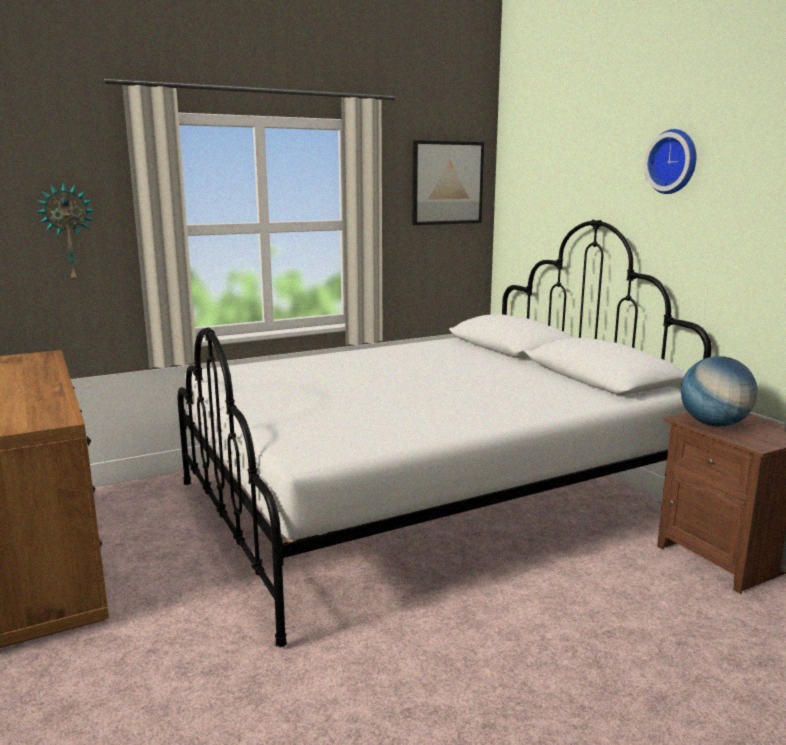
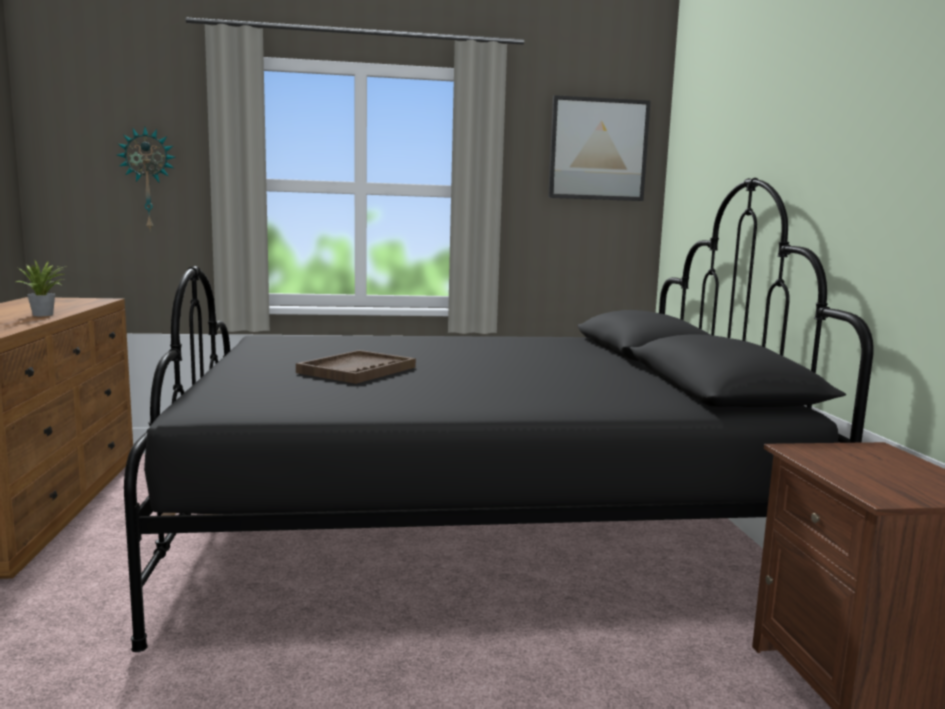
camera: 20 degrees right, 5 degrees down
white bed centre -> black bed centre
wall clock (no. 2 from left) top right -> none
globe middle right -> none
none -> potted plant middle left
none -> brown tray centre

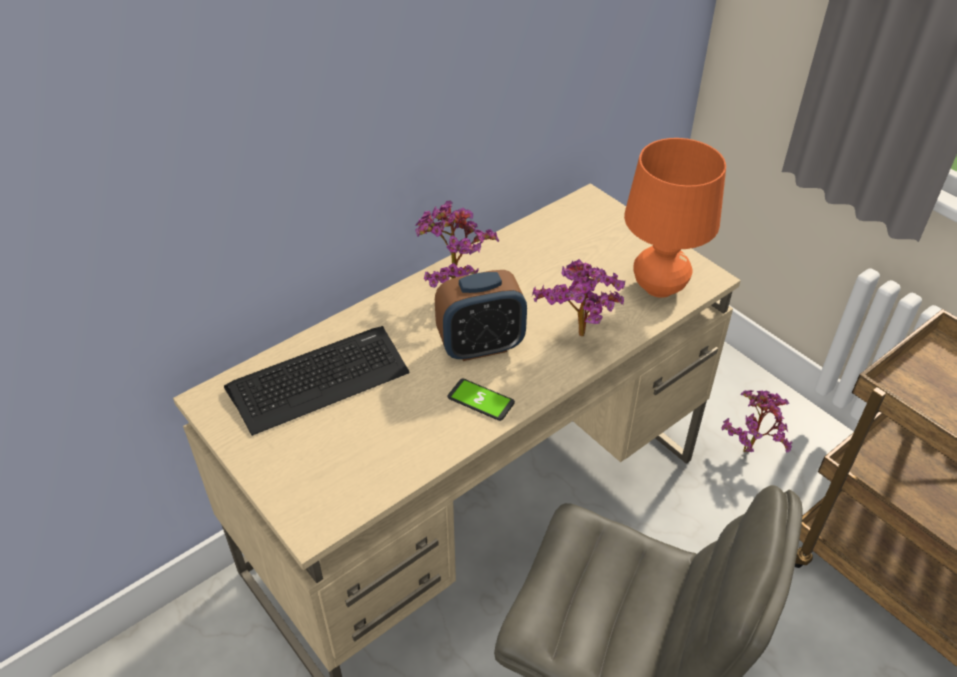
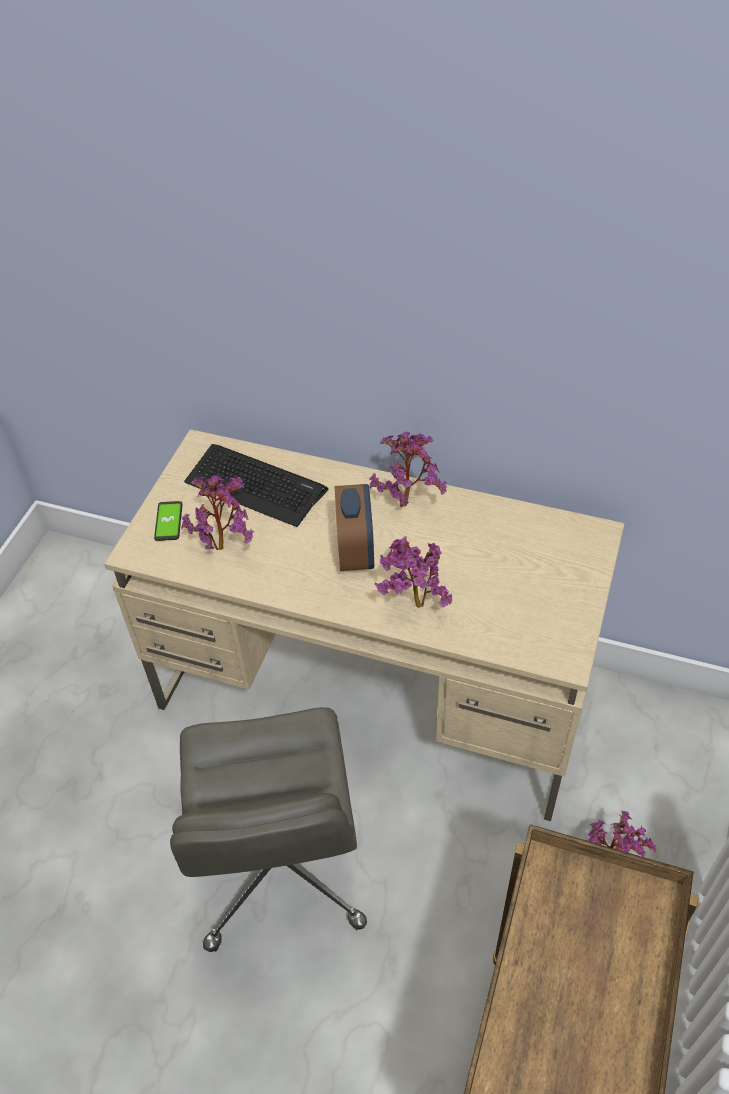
camera: 60 degrees right, 5 degrees up
alarm clock centre, 135 degrees counterclockwise
phone centre -> phone middle left, shifted
orange table lamp top right -> none
none -> potted plant (no. 1 from left) middle left

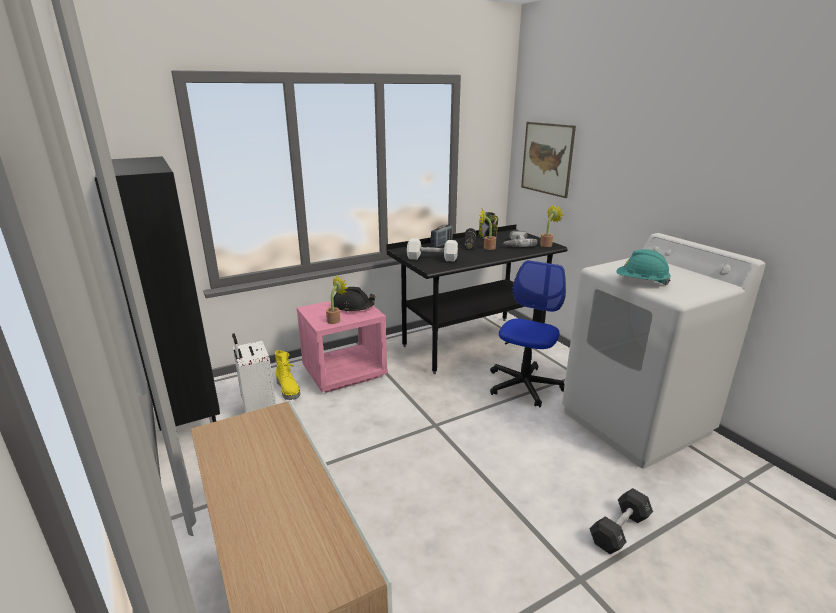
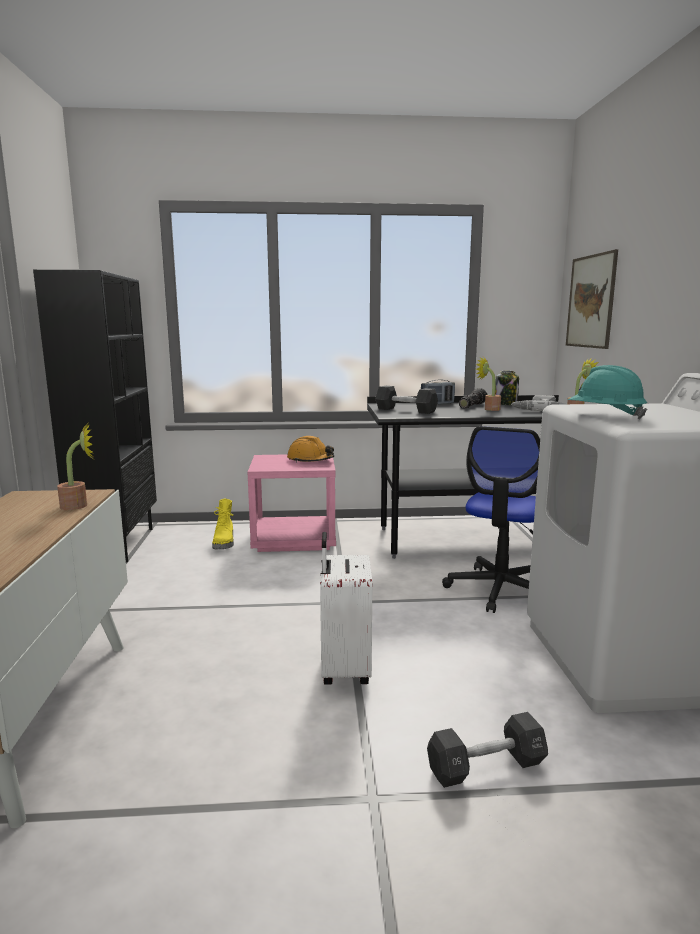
camera: 25 degrees right, 10 degrees down
white suitcase middle left -> white suitcase centre, shifted
potted plant (no. 1 from left) centre -> potted plant (no. 1 from left) middle left, shifted
black hard hat centre -> orange hard hat centre
white dumbbell centre -> black dumbbell (no. 1 from left) centre
office chair centre -> office chair middle right, 150 degrees clockwise

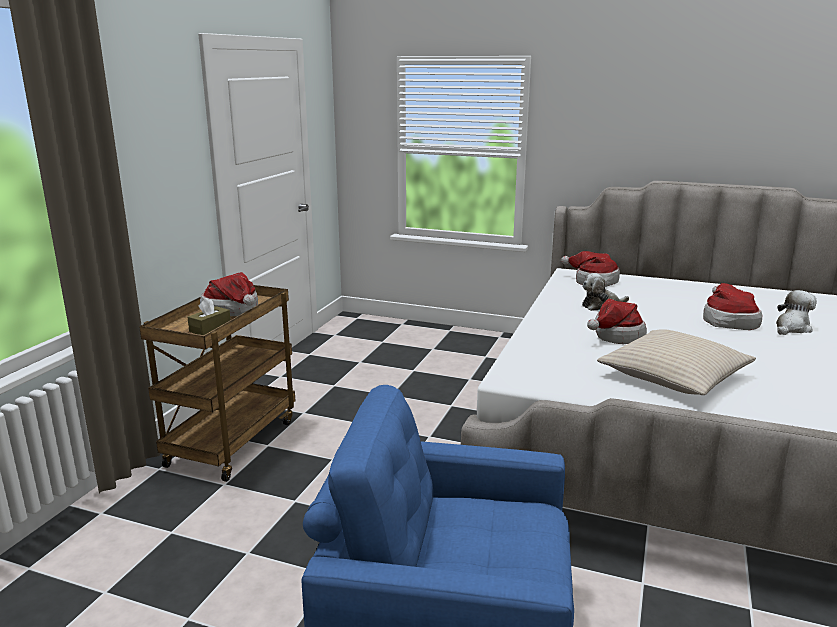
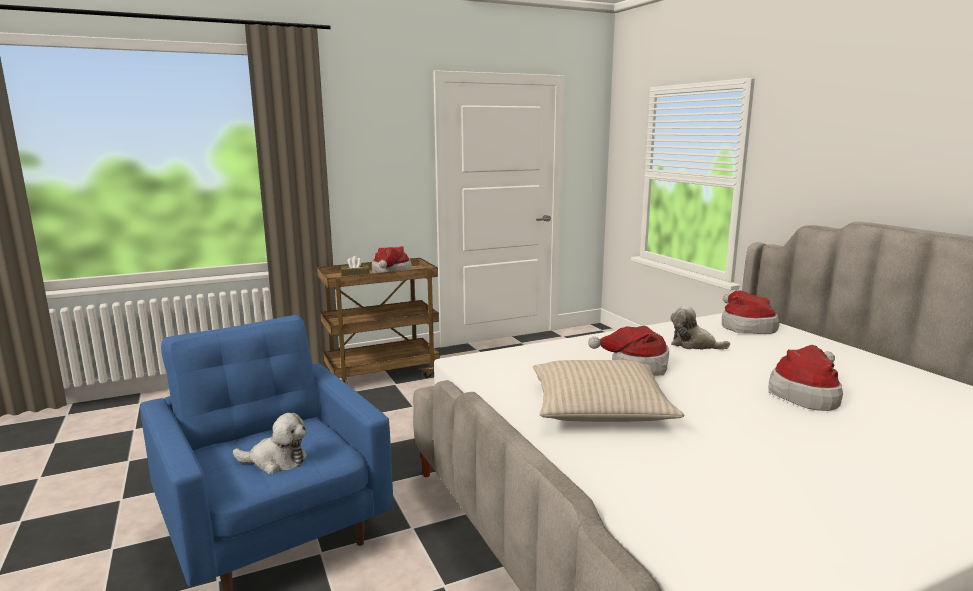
camera: 45 degrees right, 5 degrees down
plush toy (no. 2 from left in the first image) middle right -> plush toy (no. 1 from left) bottom left, shifted

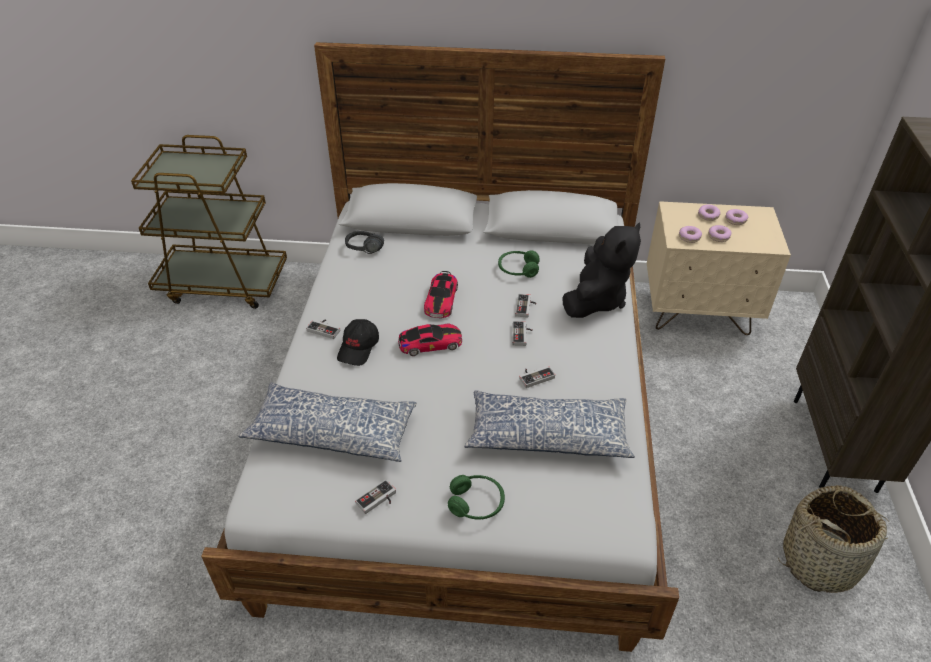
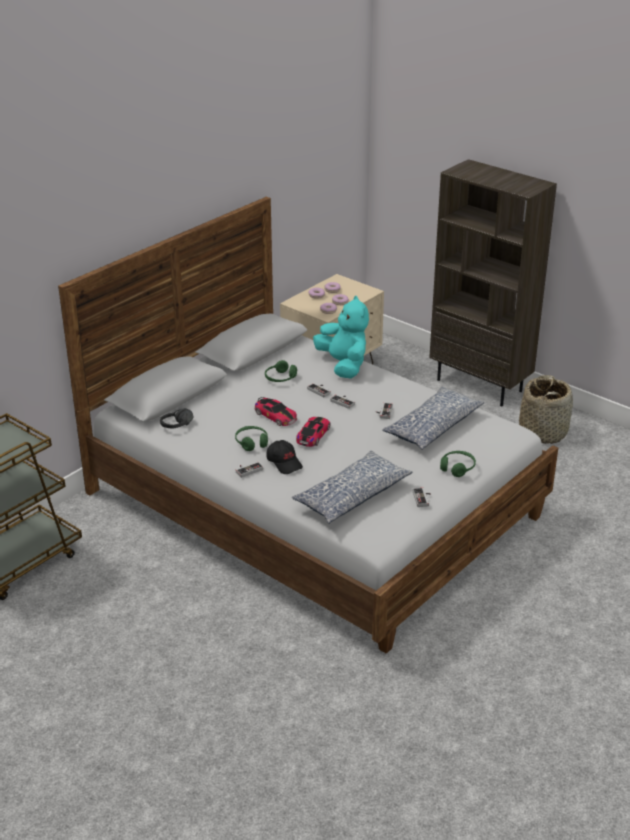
camera: 55 degrees left, 10 degrees down
black plush toy centre -> turquoise plush toy centre
none -> green headphones (no. 1 from left) centre

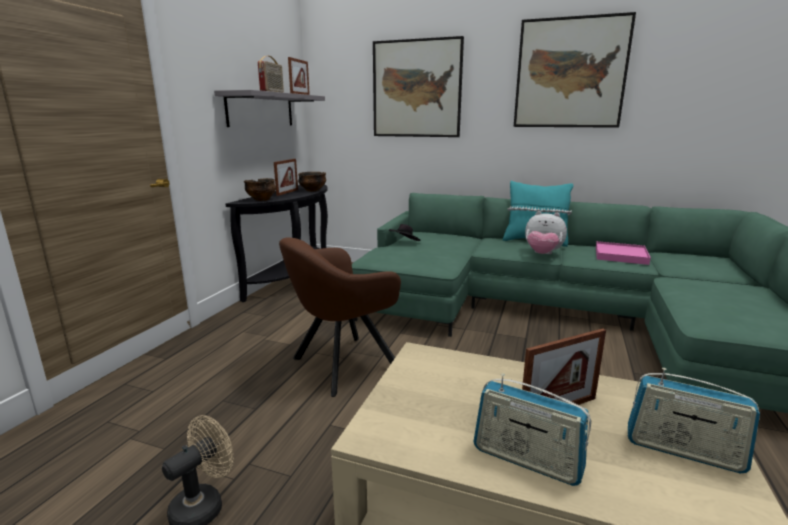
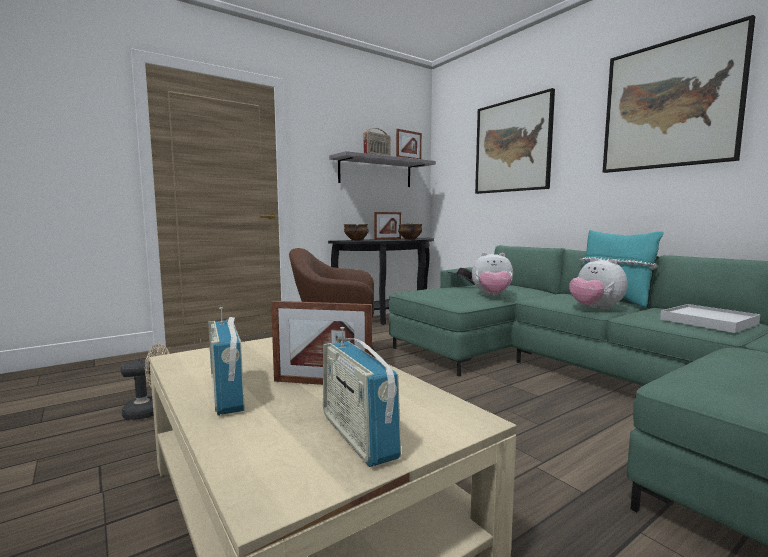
camera: 35 degrees right, 10 degrees down
pink tray middle right -> white tray middle right
none -> plush toy (no. 1 from left) centre

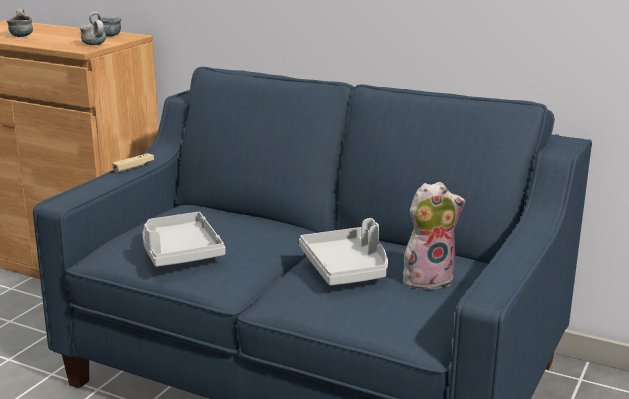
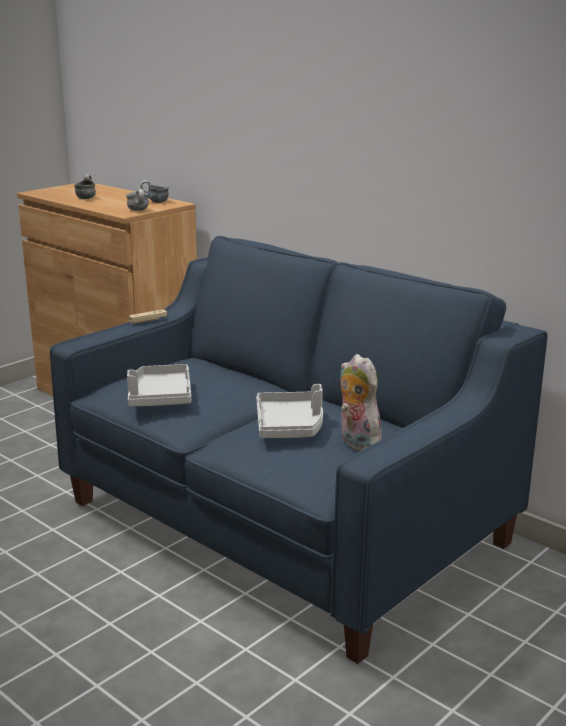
camera: 15 degrees right, 0 degrees up
plush toy middle right -> plush toy centre, 120 degrees counterclockwise

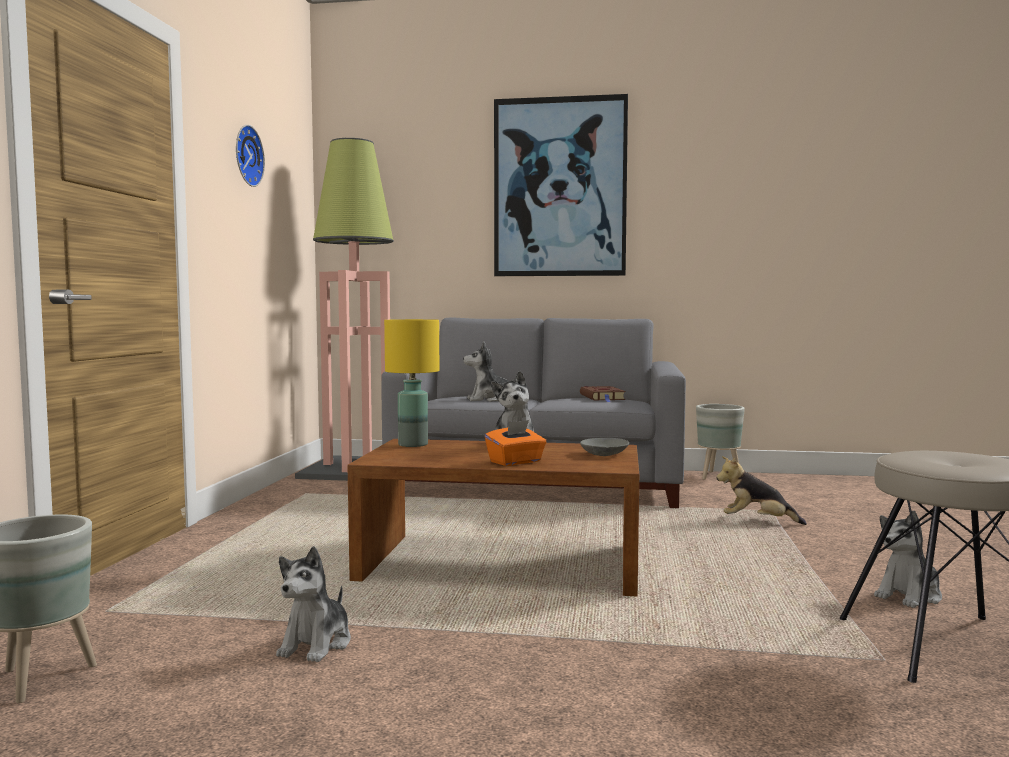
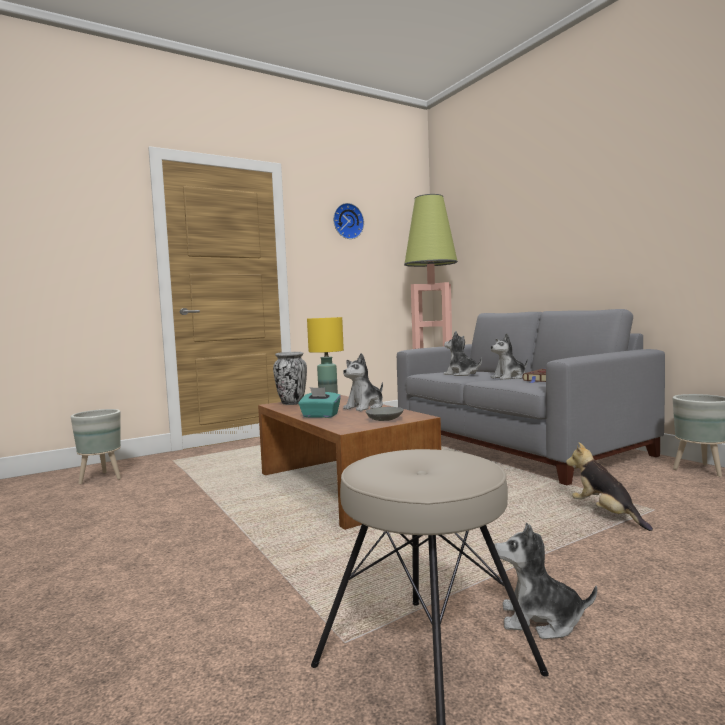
camera: 50 degrees right, 0 degrees up
plush toy (no. 1 from left in the first image) bottom left -> plush toy (no. 3 from left) middle right, shifted
orange tissue box centre -> turquoise tissue box centre
picture top centre -> none
none -> vase centre

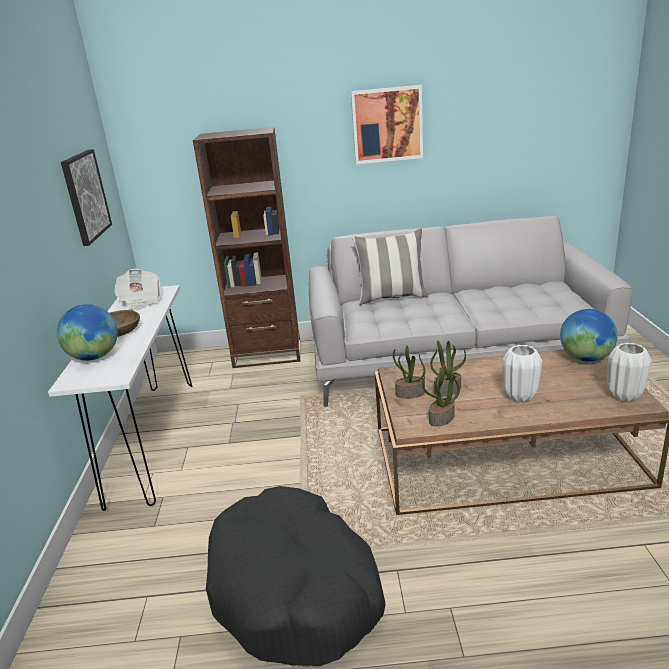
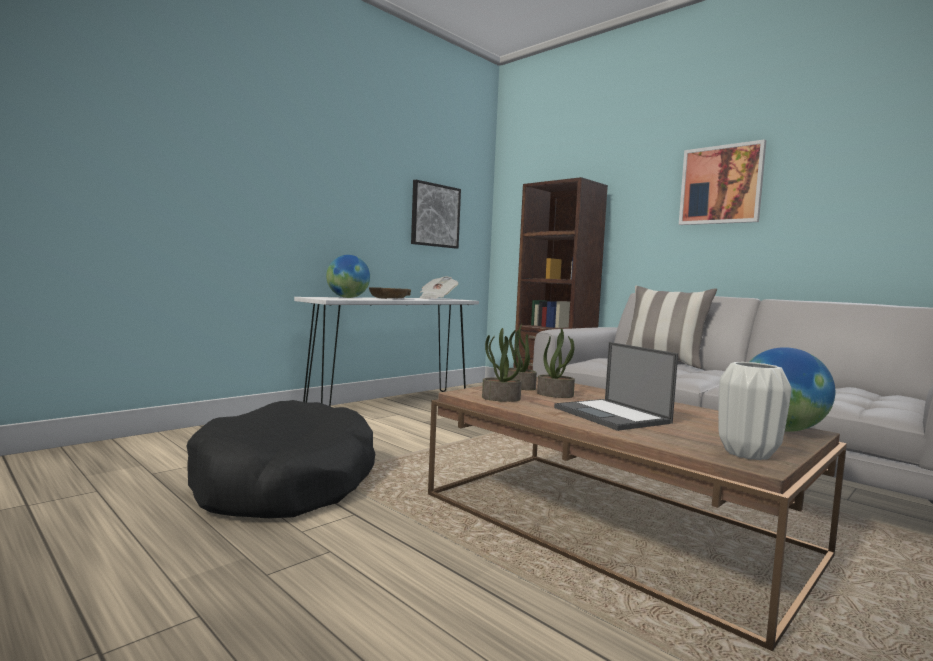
camera: 45 degrees right, 20 degrees down
white vase (no. 1 from left) middle right -> laptop centre

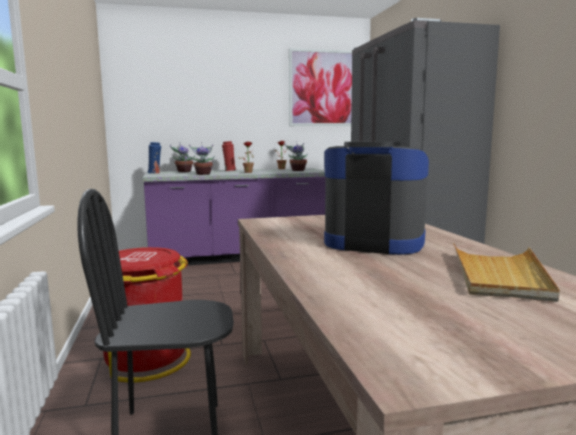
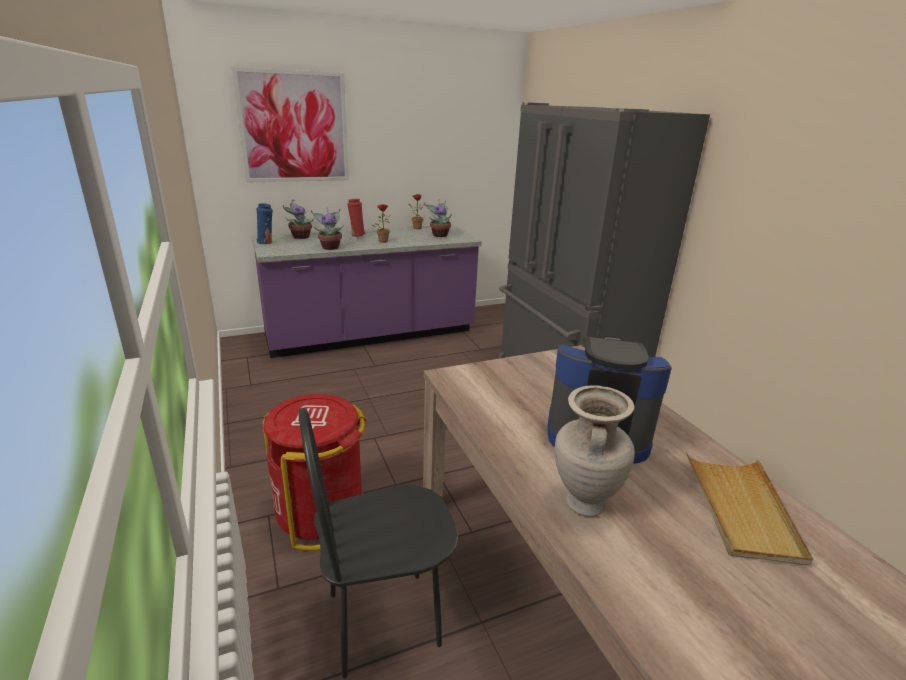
camera: 10 degrees left, 15 degrees up
picture top centre -> picture top left, shifted
none -> beige vase centre

